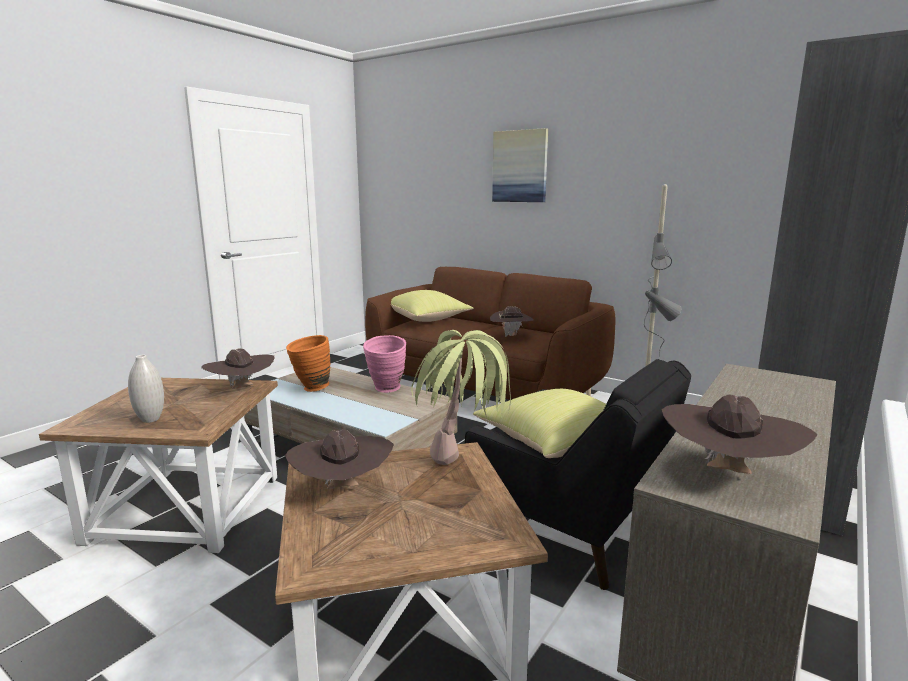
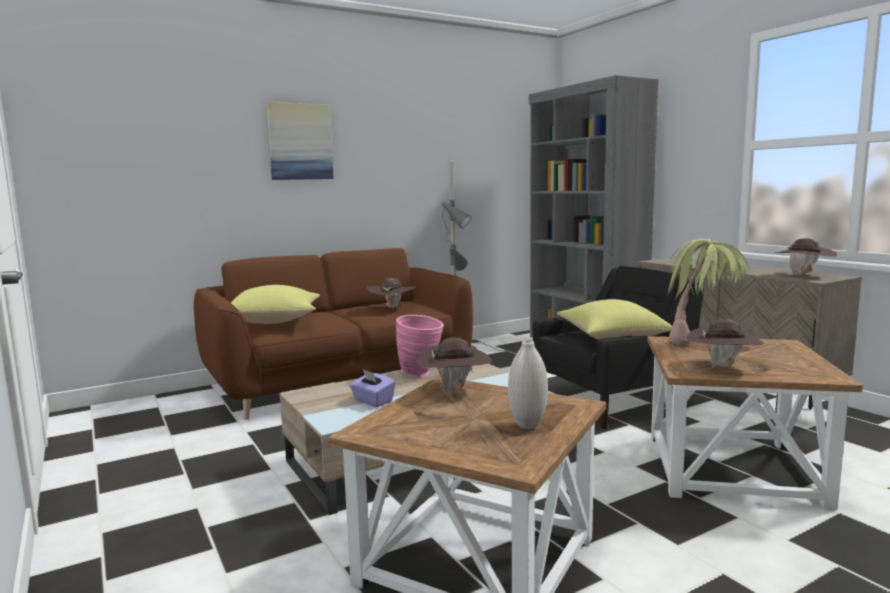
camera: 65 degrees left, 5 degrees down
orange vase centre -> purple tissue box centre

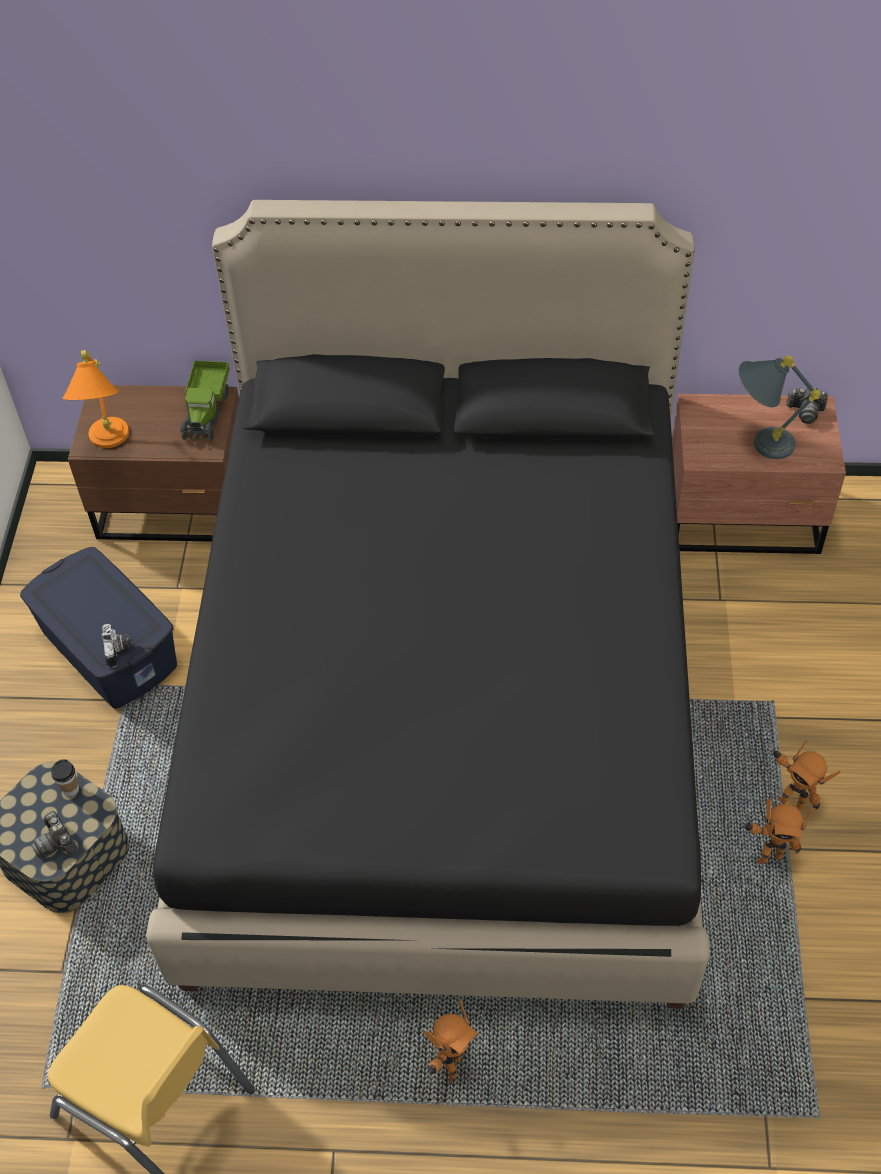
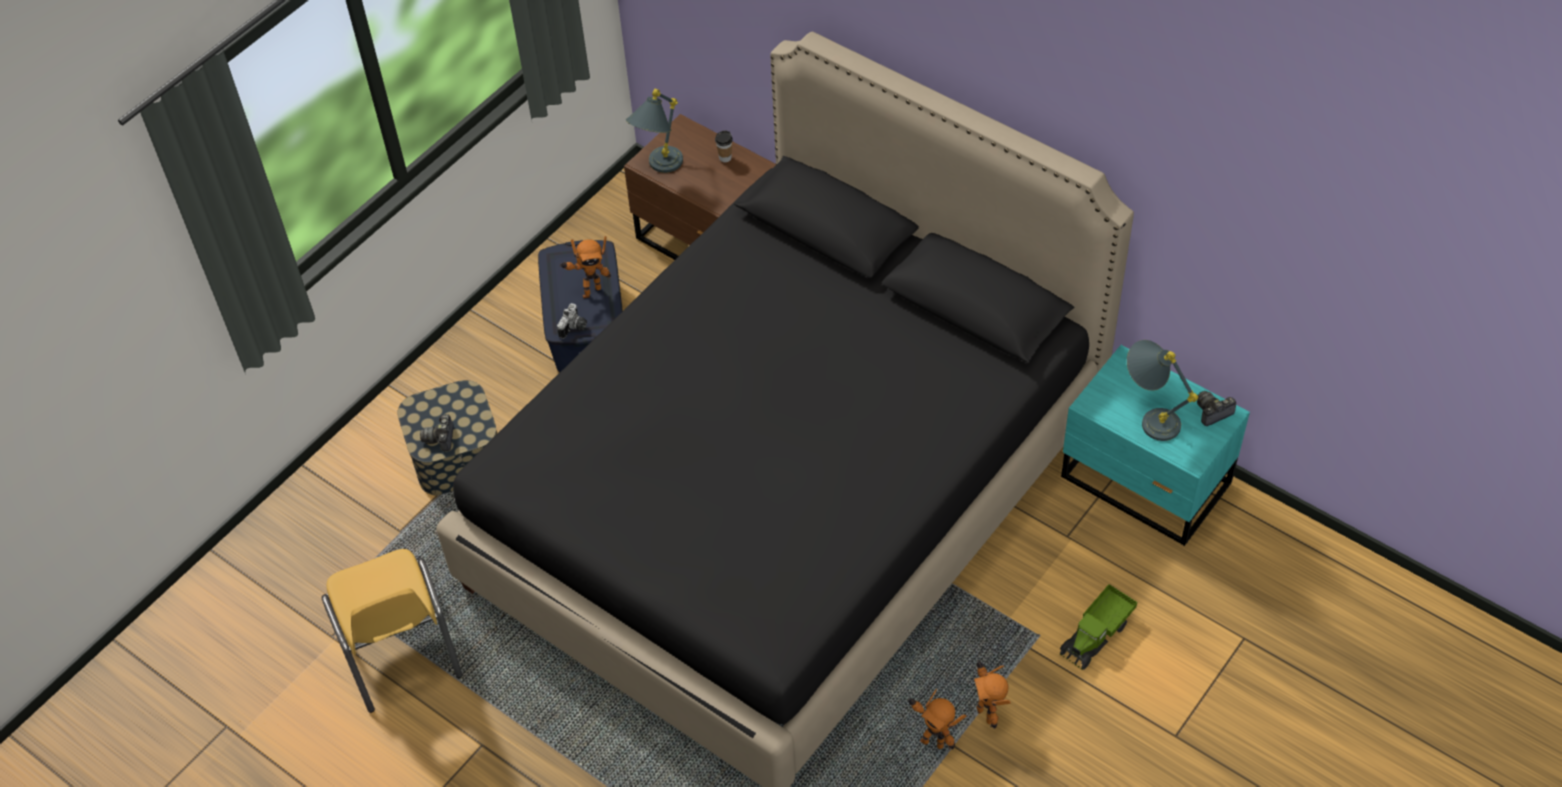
camera: 35 degrees right, 0 degrees up
cup middle left -> cup top centre, shifted
orange table lamp middle left -> grey table lamp (no. 1 from left) top centre
toy truck middle left -> toy truck bottom right, shifted
toy robot (no. 1 from left) bottom centre -> toy robot (no. 1 from left) centre, shifted
brown nightstand (no. 2 from left) middle right -> turquoise nightstand middle right
photo camera (no. 3 from left) middle right, 105 degrees clockwise

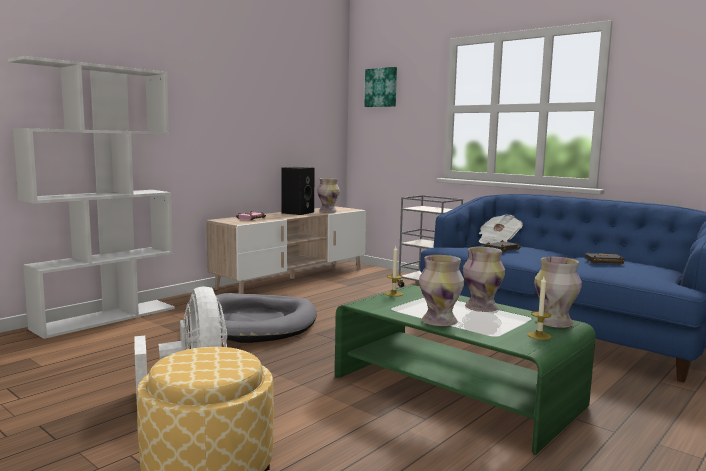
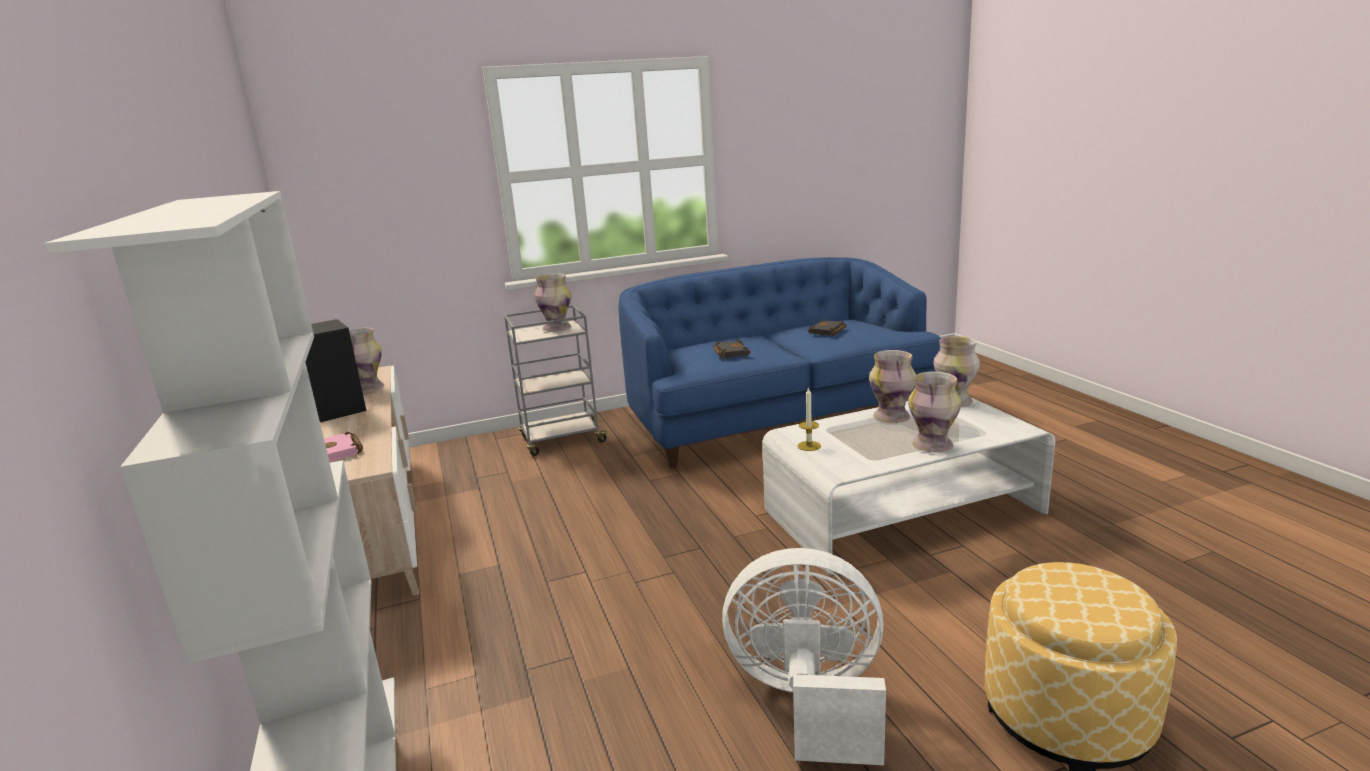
camera: 60 degrees left, 10 degrees up
grey dog bed bottom centre -> none
green coffee table bottom centre -> white coffee table centre
picture top centre -> none
newspaper middle right -> none
candle (no. 2 from left) middle right -> none
none -> vase (no. 2 from left) centre

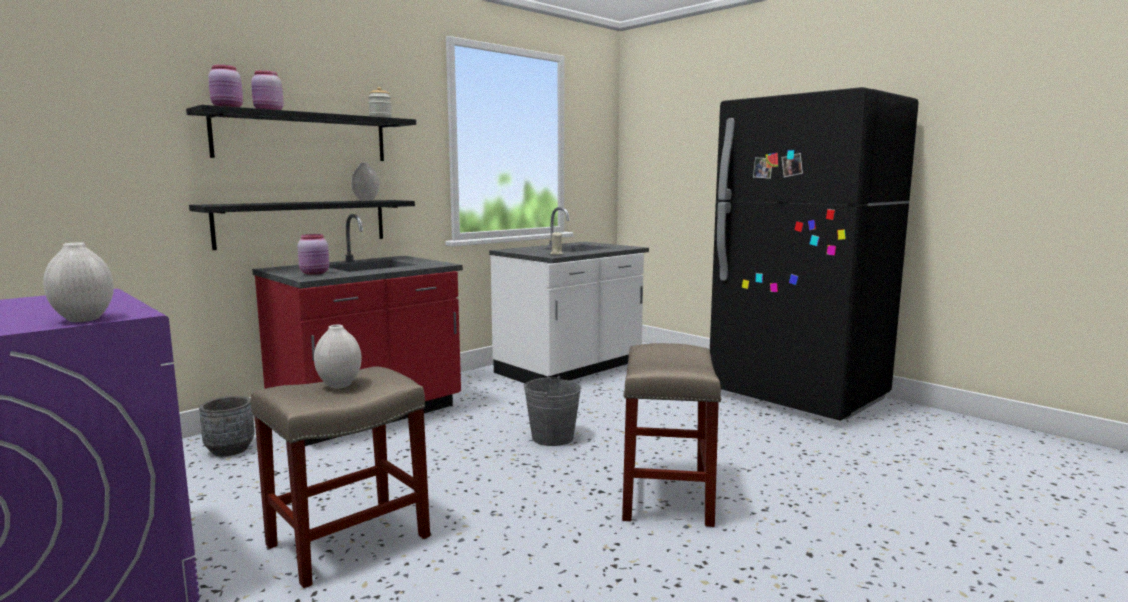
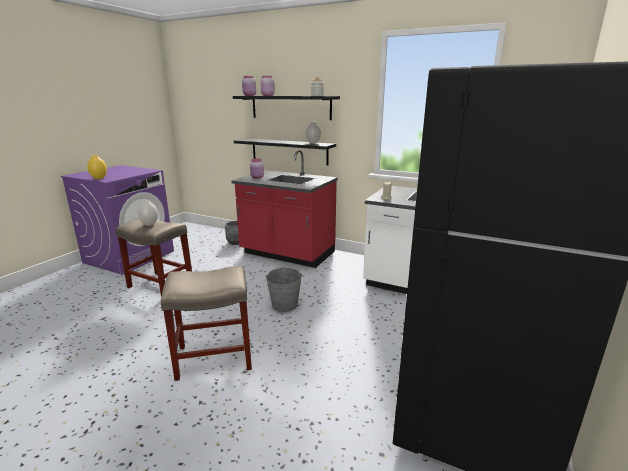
camera: 70 degrees right, 10 degrees up
white vase (no. 1 from left) middle left -> yellow vase middle left

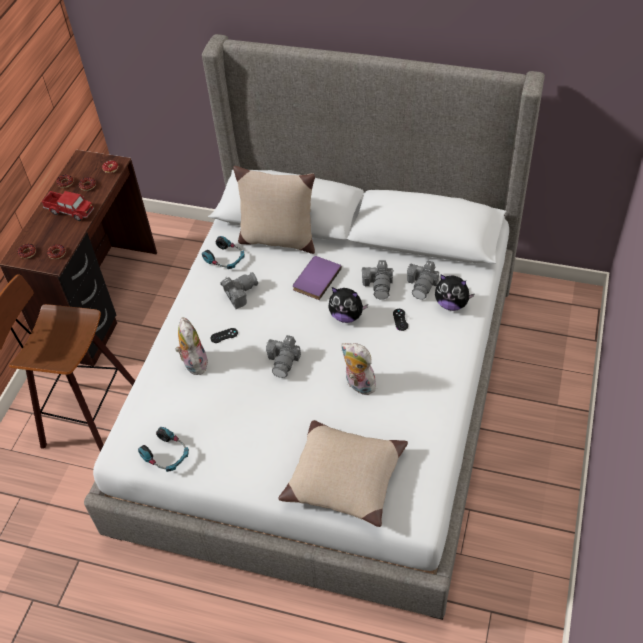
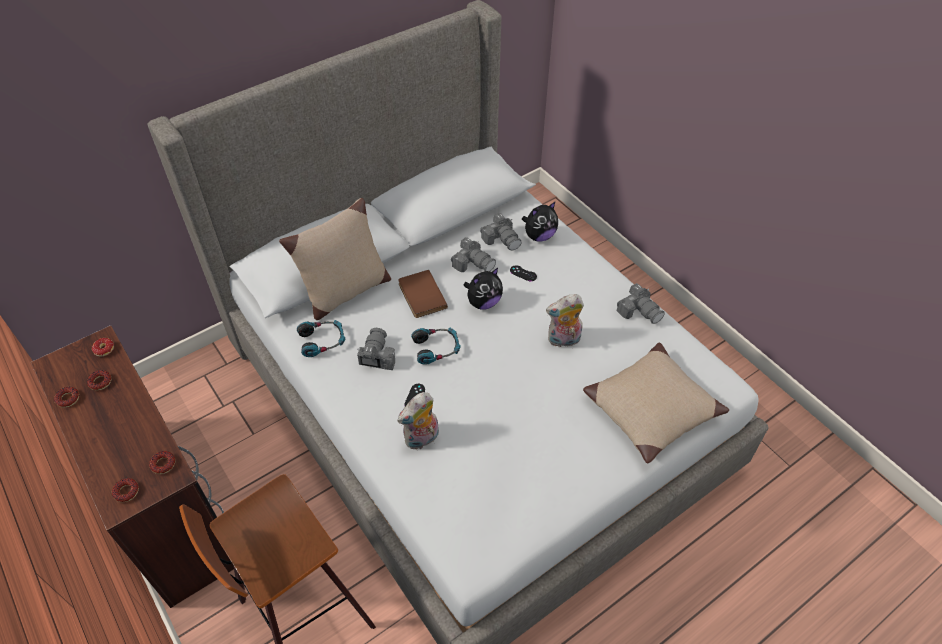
camera: 55 degrees left, 0 degrees up
toy truck top left -> none
headphones (no. 1 from left in the first image) bottom left -> headphones (no. 2 from left) centre, shifted
plush toy (no. 1 from left) middle left -> plush toy (no. 1 from left) centre, 60 degrees counterclockwise
photo camera (no. 2 from left in the first image) centre -> photo camera (no. 4 from left) middle right, shifted
purple book centre -> brown book centre

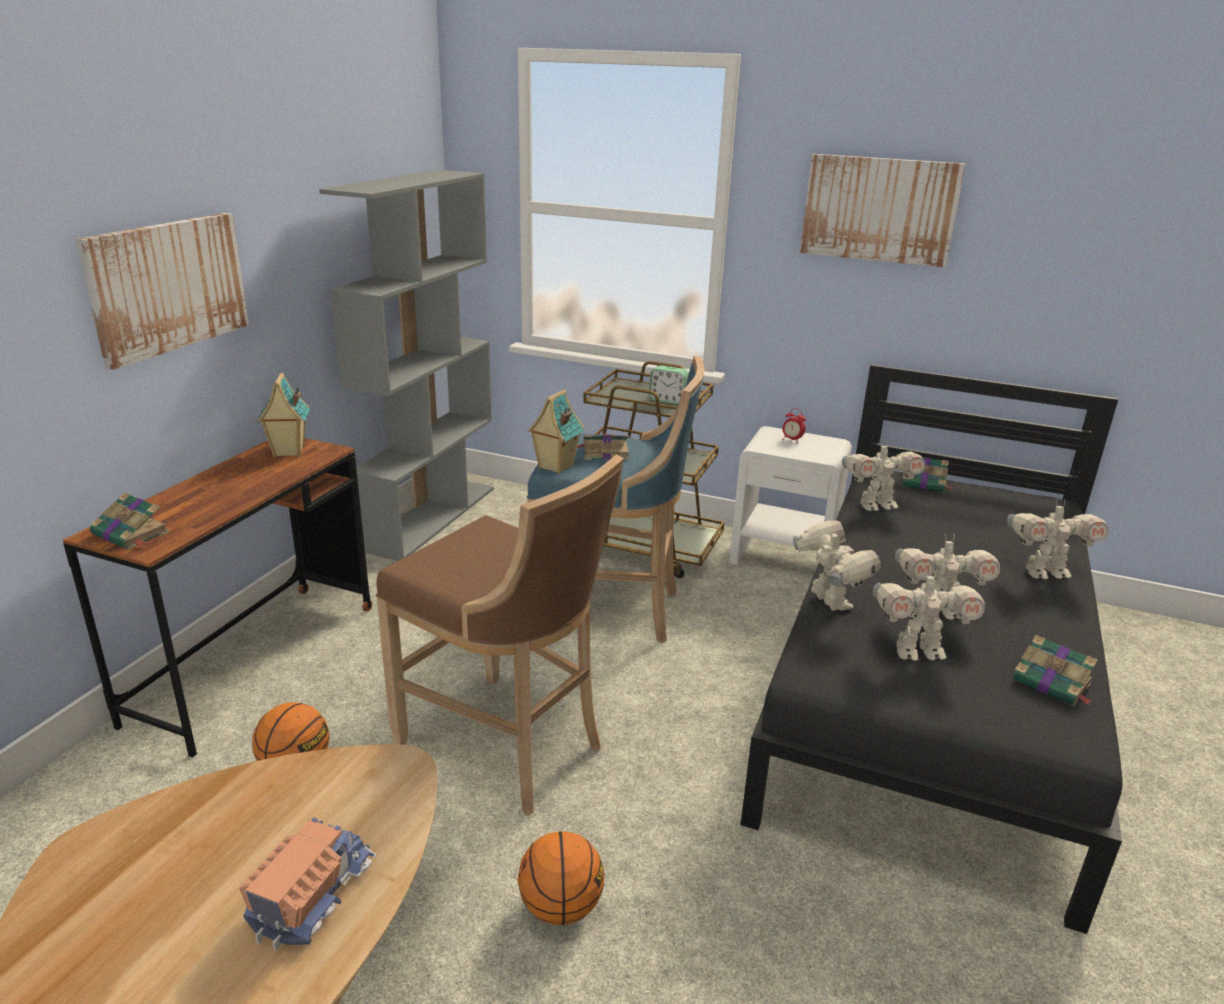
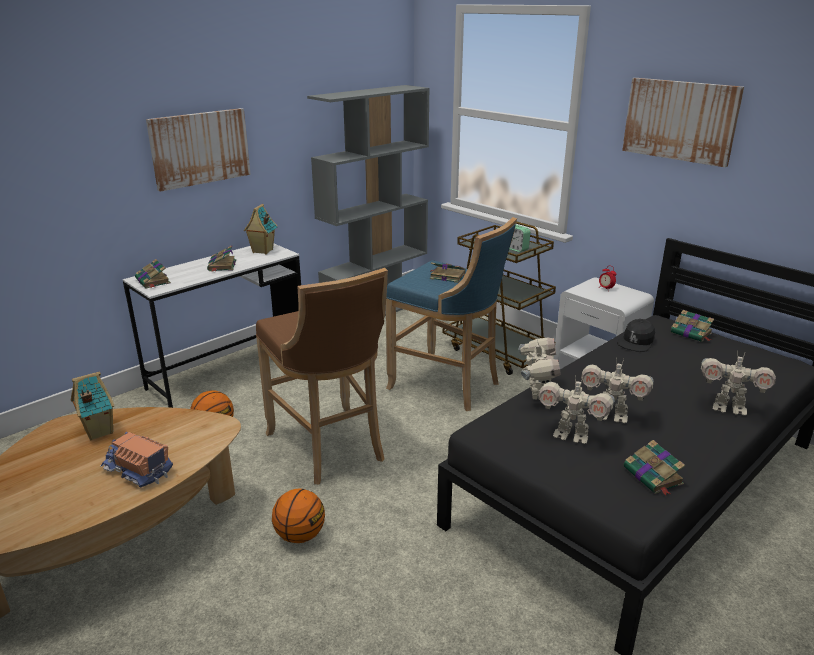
camera: 25 degrees right, 0 degrees up
brown desk middle left -> white desk middle left
toy truck bottom left, 105 degrees counterclockwise
toy house (no. 2 from left in the first image) centre -> toy house (no. 1 from left) middle left, shifted
toy robot (no. 2 from left) middle right -> black cap middle right
none -> book (no. 2 from left) middle left

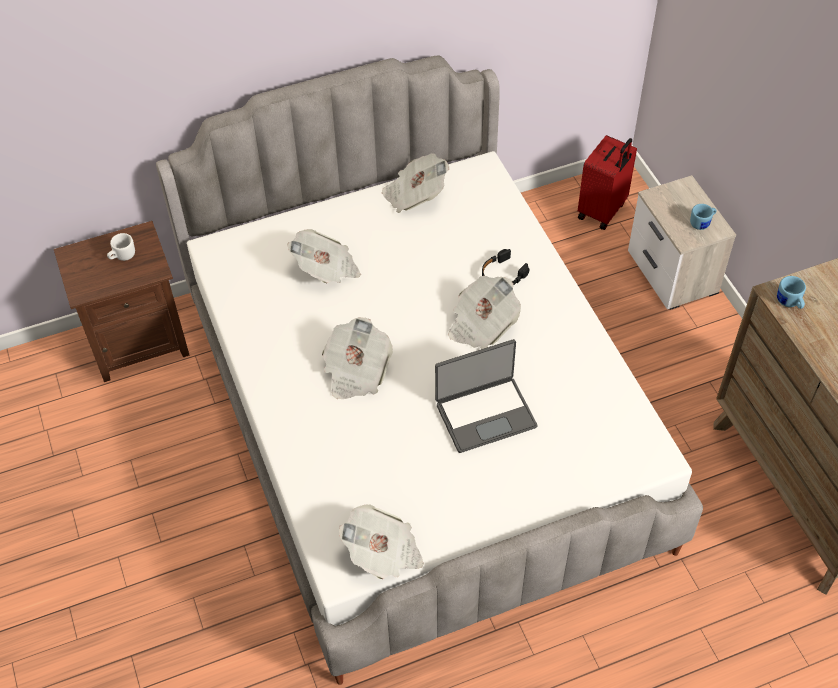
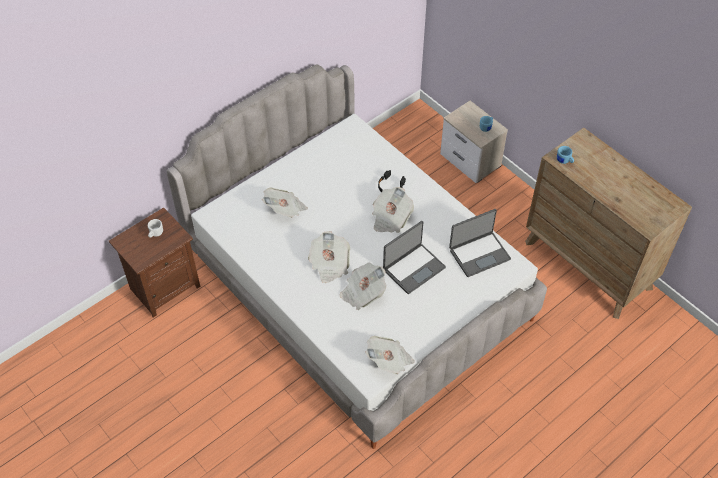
camera: 20 degrees left, 0 degrees up
newspaper (no. 4 from left in the first image) top centre -> newspaper (no. 3 from left) centre, shifted
red suitcase top right -> none
none -> laptop (no. 2 from left) middle right

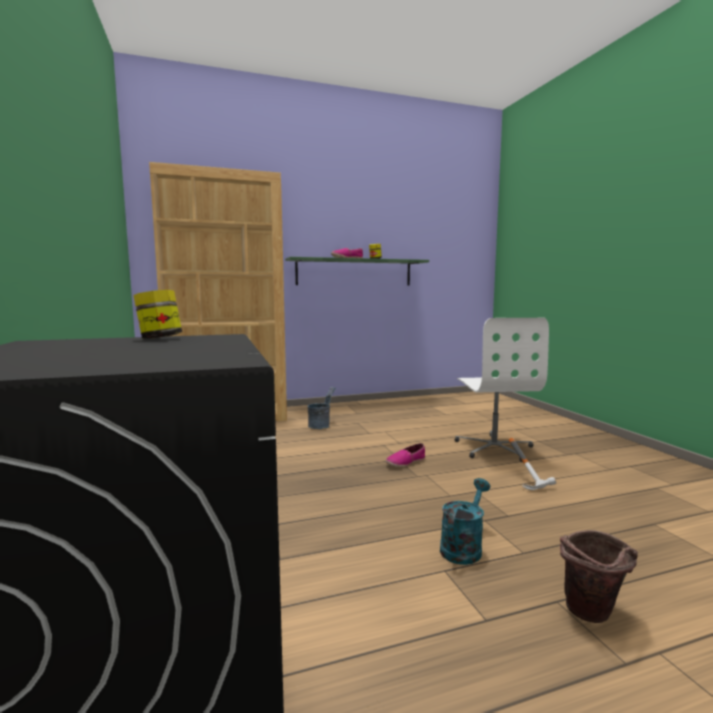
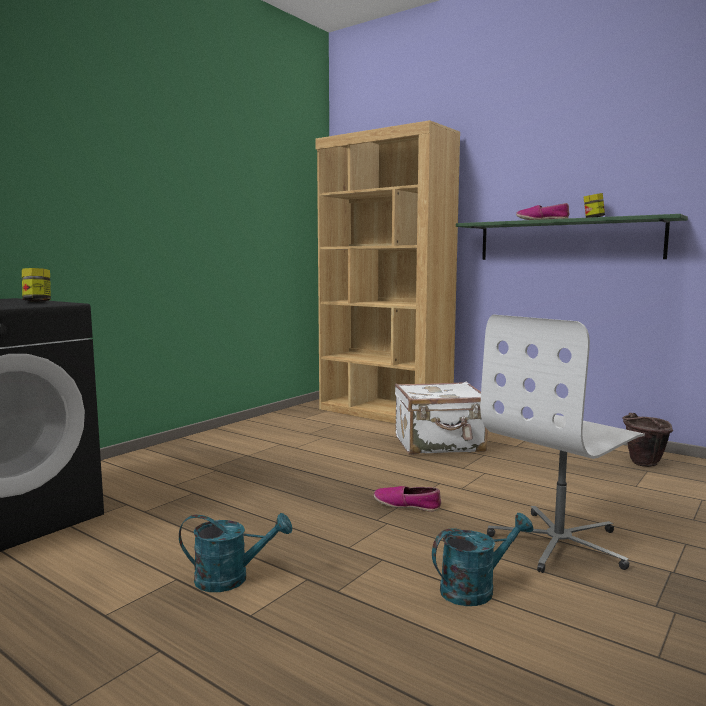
camera: 55 degrees right, 0 degrees up
grey bucket centre -> white suitcase centre
hammer middle right -> turquoise watering can (no. 2 from left) bottom right
brown bucket bottom right -> brown bucket middle right, shifted

